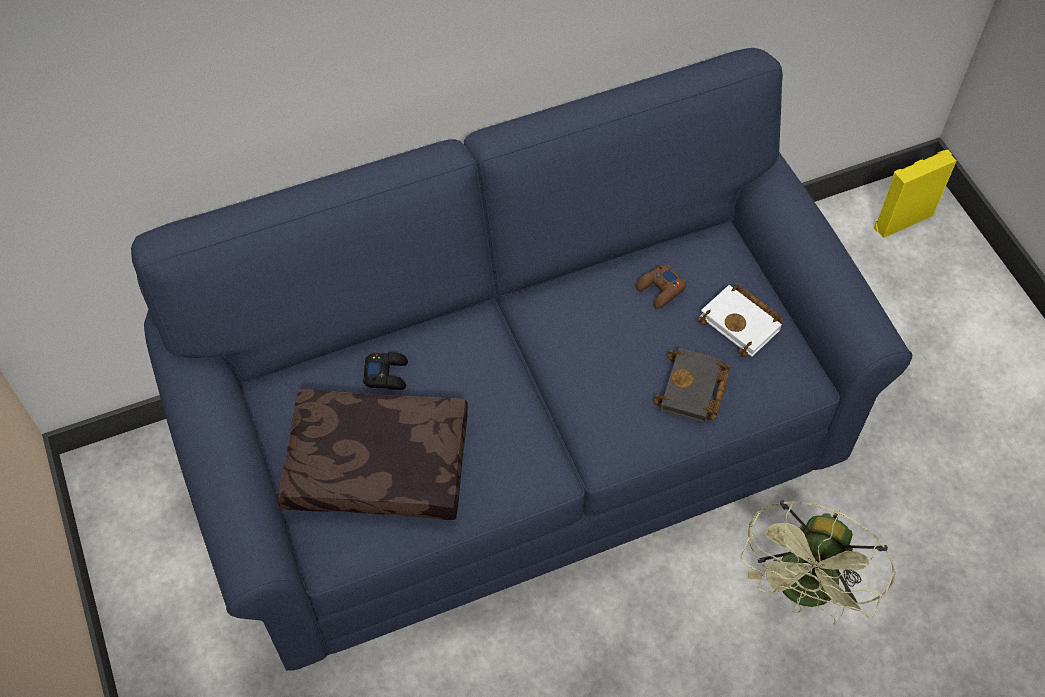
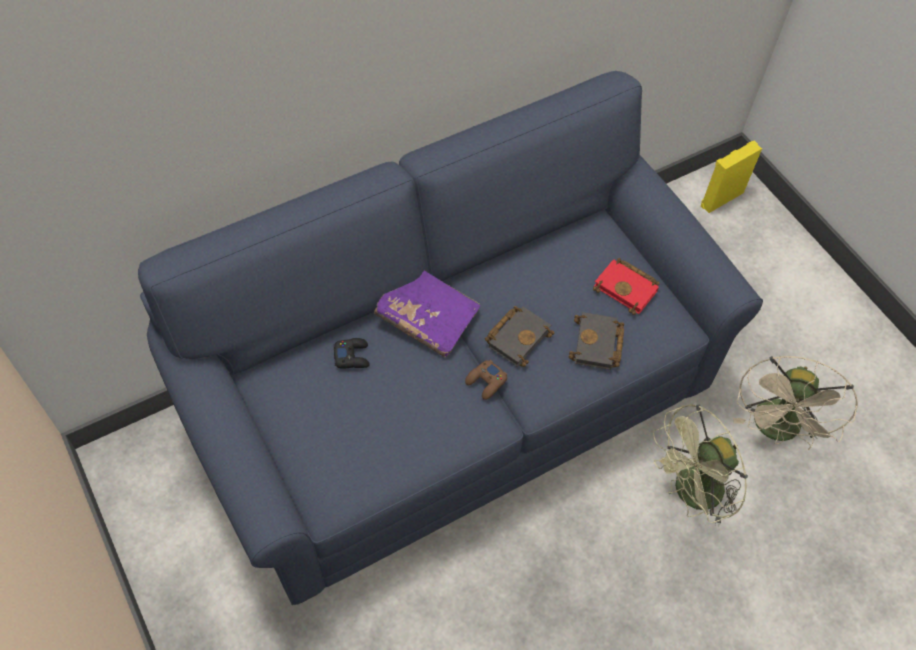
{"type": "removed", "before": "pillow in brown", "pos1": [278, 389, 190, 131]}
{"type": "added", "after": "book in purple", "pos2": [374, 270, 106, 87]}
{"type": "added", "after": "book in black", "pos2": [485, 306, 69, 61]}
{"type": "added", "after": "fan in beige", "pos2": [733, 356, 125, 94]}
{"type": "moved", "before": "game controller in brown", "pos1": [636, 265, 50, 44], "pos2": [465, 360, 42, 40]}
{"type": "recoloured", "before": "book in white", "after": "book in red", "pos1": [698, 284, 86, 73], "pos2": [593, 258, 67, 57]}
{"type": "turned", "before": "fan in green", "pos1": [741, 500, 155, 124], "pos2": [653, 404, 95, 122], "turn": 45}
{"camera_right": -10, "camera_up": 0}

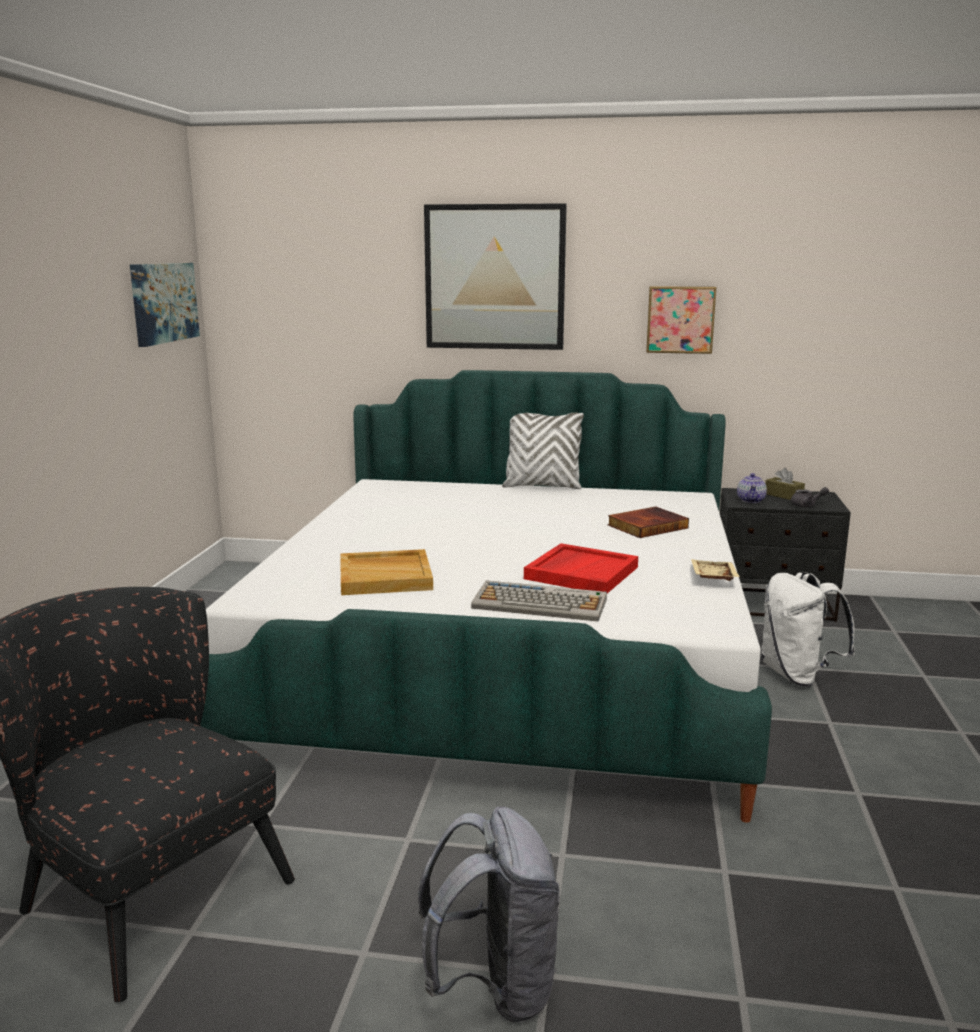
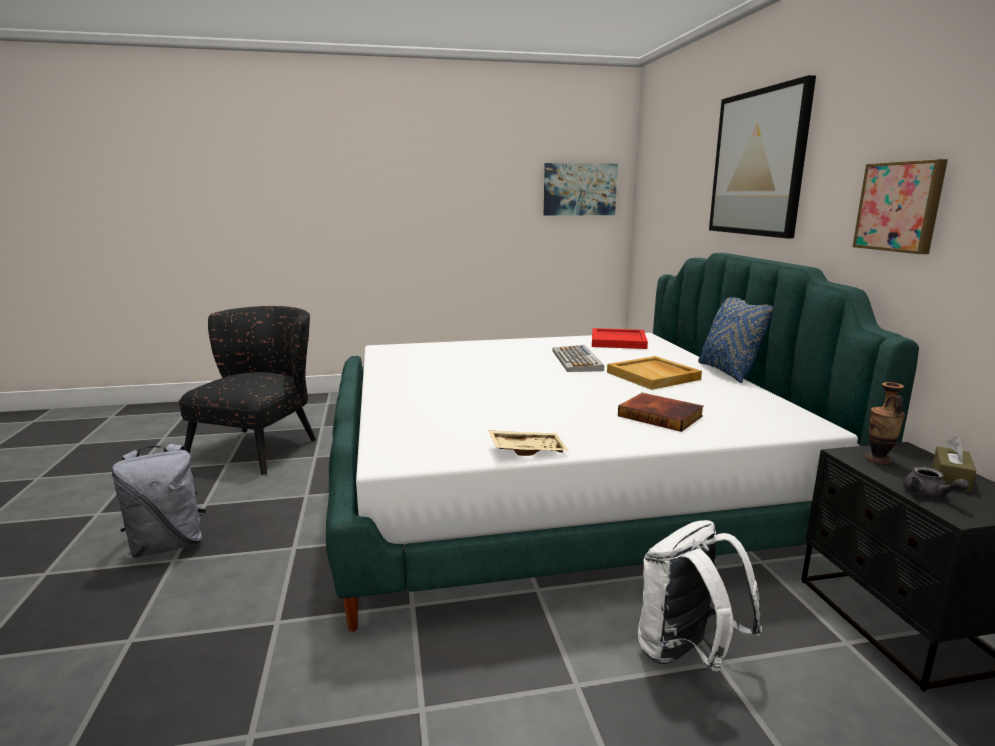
{"type": "moved", "before": "tray in beige", "pos1": [341, 549, 92, 46], "pos2": [607, 356, 95, 34]}
{"type": "moved", "before": "keyboard", "pos1": [471, 580, 136, 42], "pos2": [552, 345, 52, 27]}
{"type": "moved", "before": "tray in red", "pos1": [524, 543, 114, 50], "pos2": [592, 328, 56, 21]}
{"type": "replaced", "before": "teapot", "after": "vase", "pos1": [737, 473, 30, 30], "pos2": [866, 382, 39, 82]}
{"type": "recoloured", "before": "pillow in white", "after": "pillow in blue", "pos1": [502, 413, 82, 76], "pos2": [698, 297, 75, 86]}
{"camera_right": 70, "camera_up": 0}

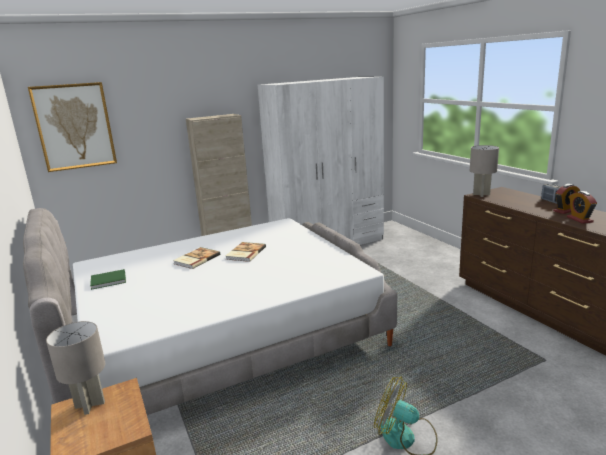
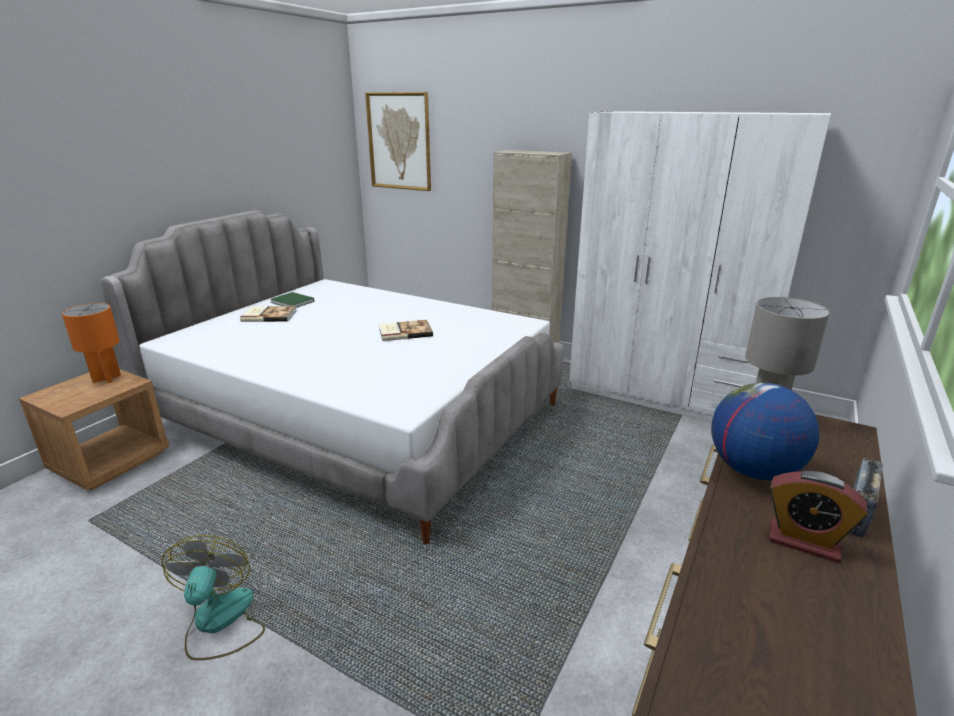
{"type": "removed", "before": "alarm clock", "pos1": [567, 191, 30, 33]}
{"type": "added", "after": "globe", "pos2": [711, 383, 108, 97]}
{"type": "moved", "before": "book", "pos1": [173, 247, 47, 22], "pos2": [240, 306, 57, 16]}
{"type": "recoloured", "before": "table lamp in grey", "after": "table lamp in orange", "pos1": [46, 321, 59, 94], "pos2": [62, 303, 59, 80]}
{"camera_right": 55, "camera_up": 5}

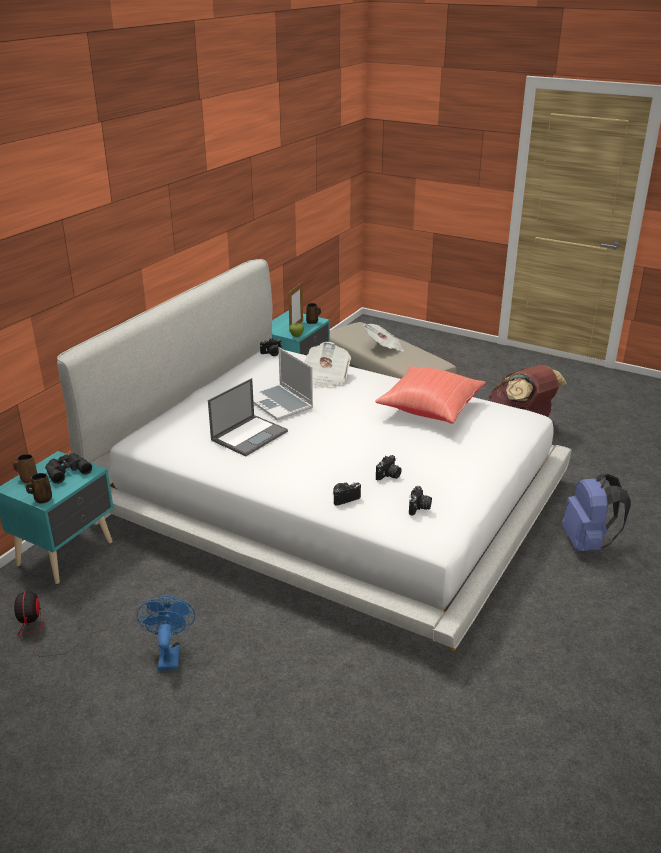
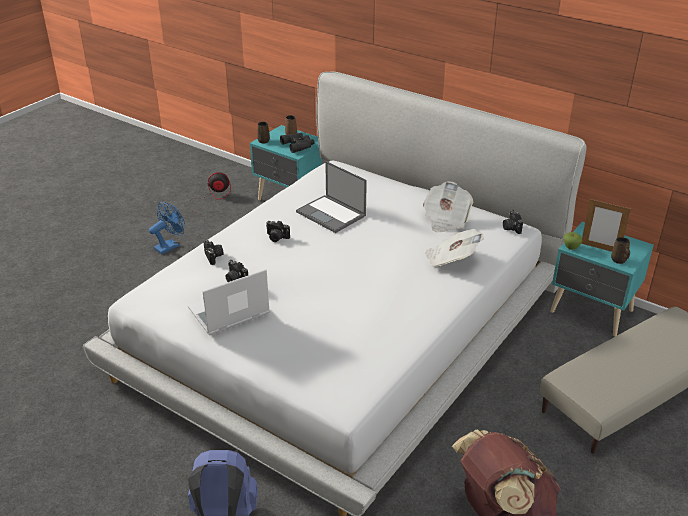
{"type": "removed", "before": "pillow in red", "pos1": [375, 366, 111, 58]}
{"type": "moved", "before": "laptop", "pos1": [253, 347, 60, 73], "pos2": [188, 269, 82, 66]}
{"type": "moved", "before": "newspaper", "pos1": [363, 324, 41, 27], "pos2": [423, 181, 50, 51]}
{"type": "moved", "before": "photo camera", "pos1": [409, 486, 23, 30], "pos2": [266, 221, 24, 21]}
{"type": "turned", "before": "fan in blue", "pos1": [137, 595, 58, 76], "pos2": [149, 202, 36, 52], "turn": -45}
{"camera_right": 95, "camera_up": 5}

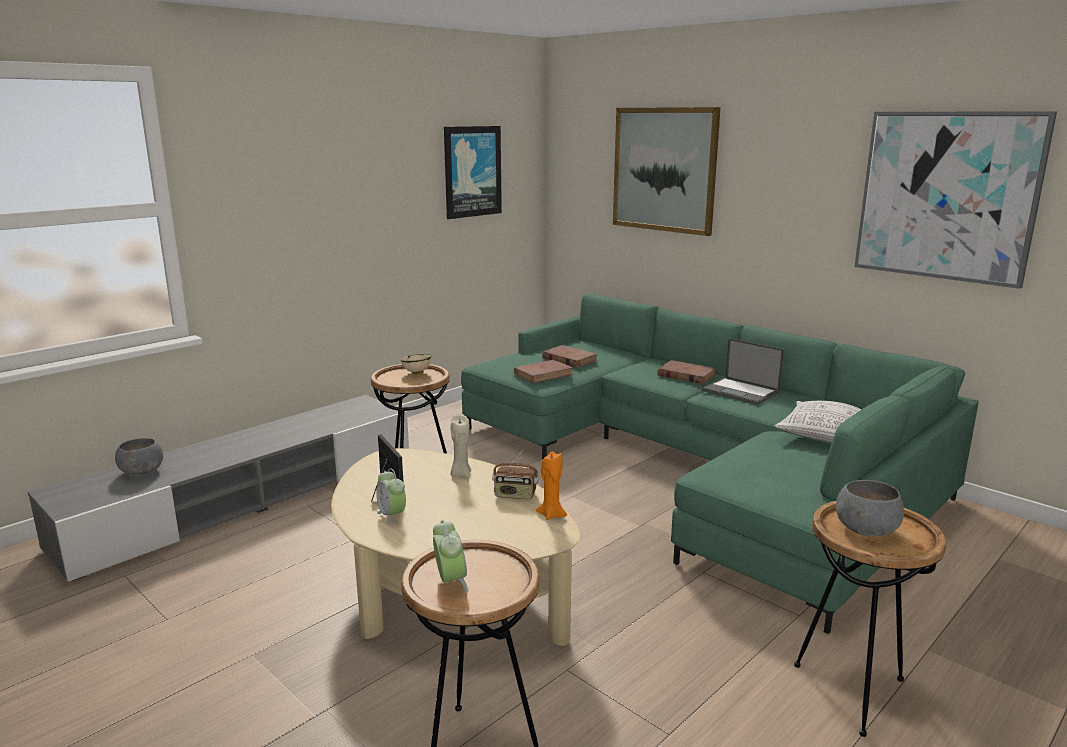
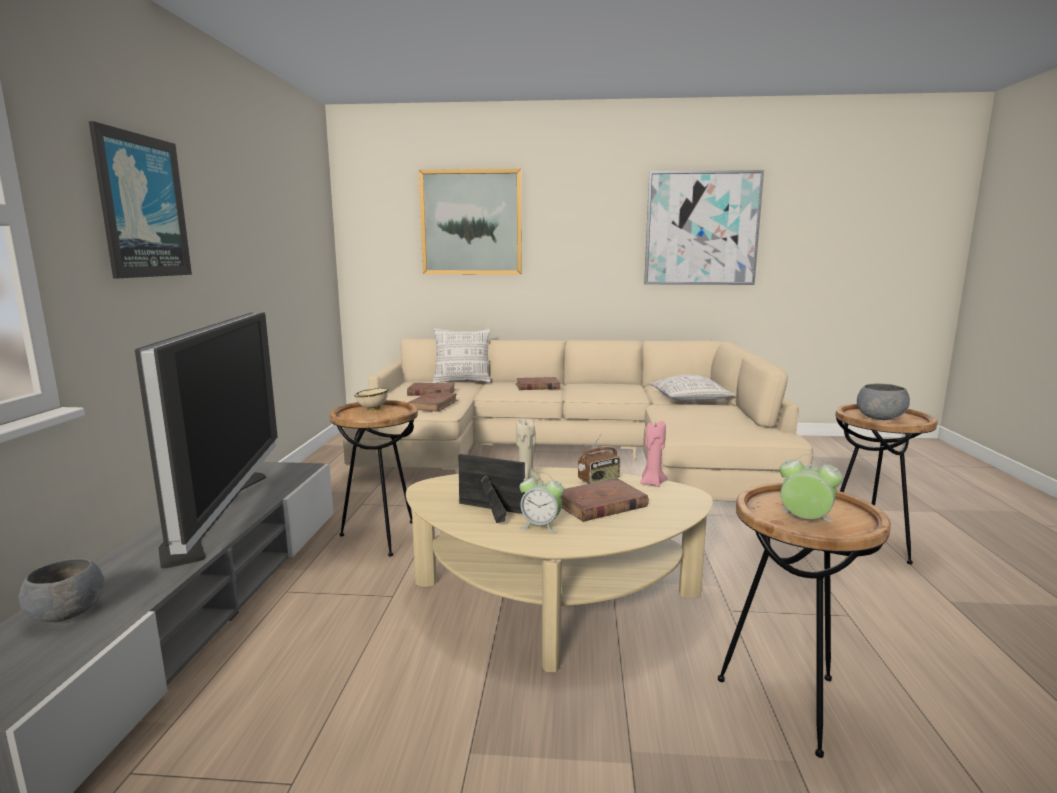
{"type": "removed", "before": "laptop", "pos1": [702, 338, 82, 67]}
{"type": "added", "after": "television", "pos2": [135, 312, 143, 257]}
{"type": "added", "after": "pillow", "pos2": [433, 328, 58, 55]}
{"type": "added", "after": "book in brown", "pos2": [561, 478, 88, 44]}
{"type": "moved", "before": "picture", "pos1": [444, 126, 58, 93], "pos2": [89, 121, 103, 157]}
{"type": "recoloured", "before": "sofa in green", "after": "sofa in beige", "pos1": [461, 293, 518, 341], "pos2": [342, 338, 471, 163]}
{"type": "recoloured", "before": "candle in orange", "after": "candle in pink", "pos1": [535, 452, 32, 68], "pos2": [640, 421, 28, 66]}
{"camera_right": -40, "camera_up": -5}

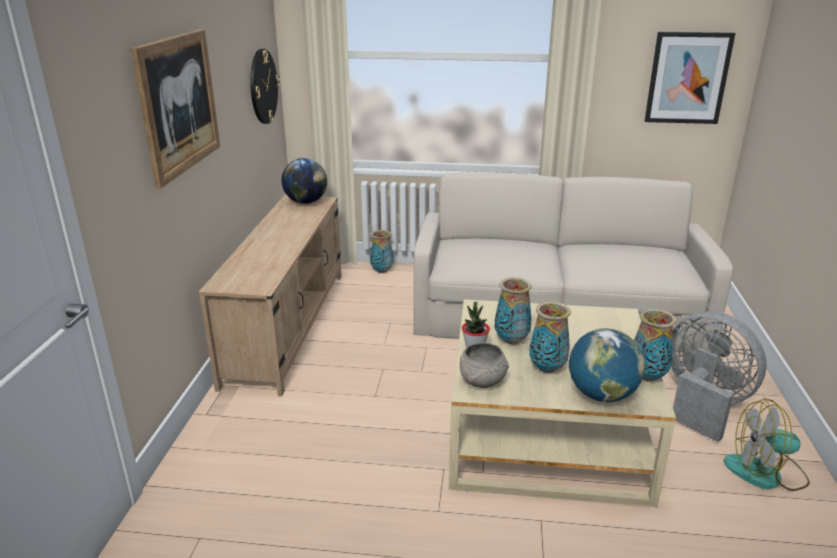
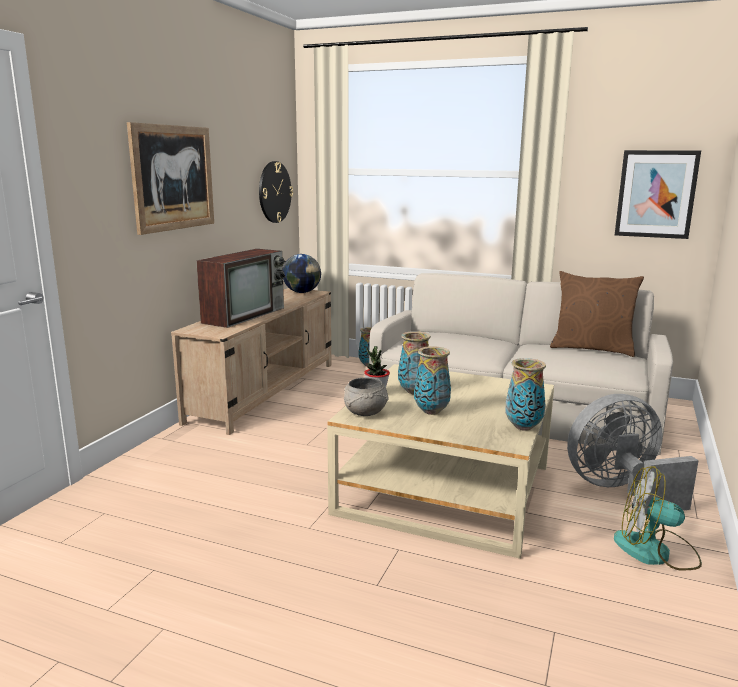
{"type": "removed", "before": "globe", "pos1": [569, 328, 76, 74]}
{"type": "added", "after": "television", "pos2": [196, 249, 90, 79]}
{"type": "added", "after": "pillow in brown", "pos2": [550, 271, 94, 86]}
{"type": "turned", "before": "fan in grey", "pos1": [671, 311, 96, 131], "pos2": [567, 394, 132, 120], "turn": -75}
{"camera_right": 15, "camera_up": -10}

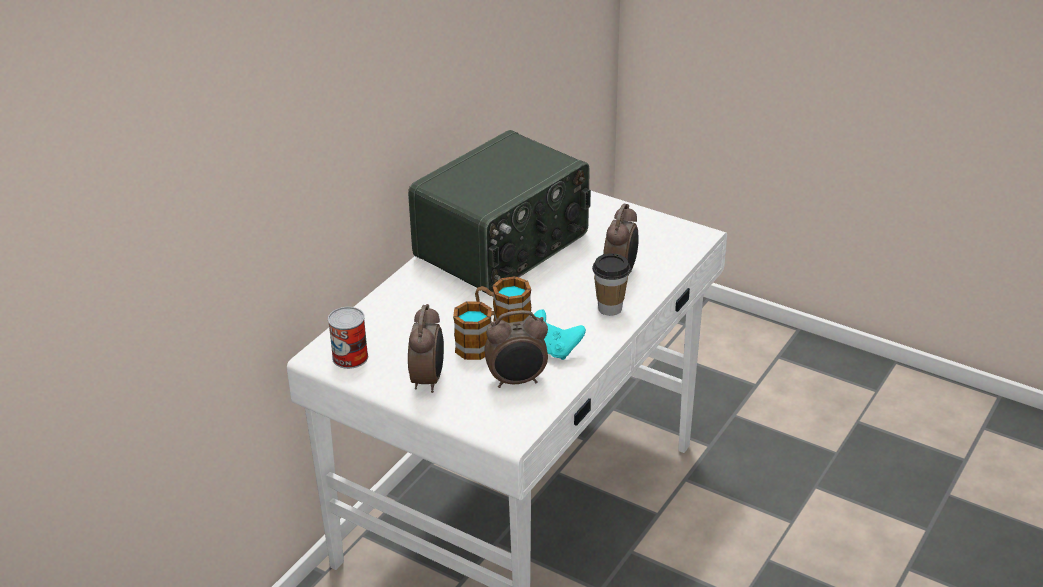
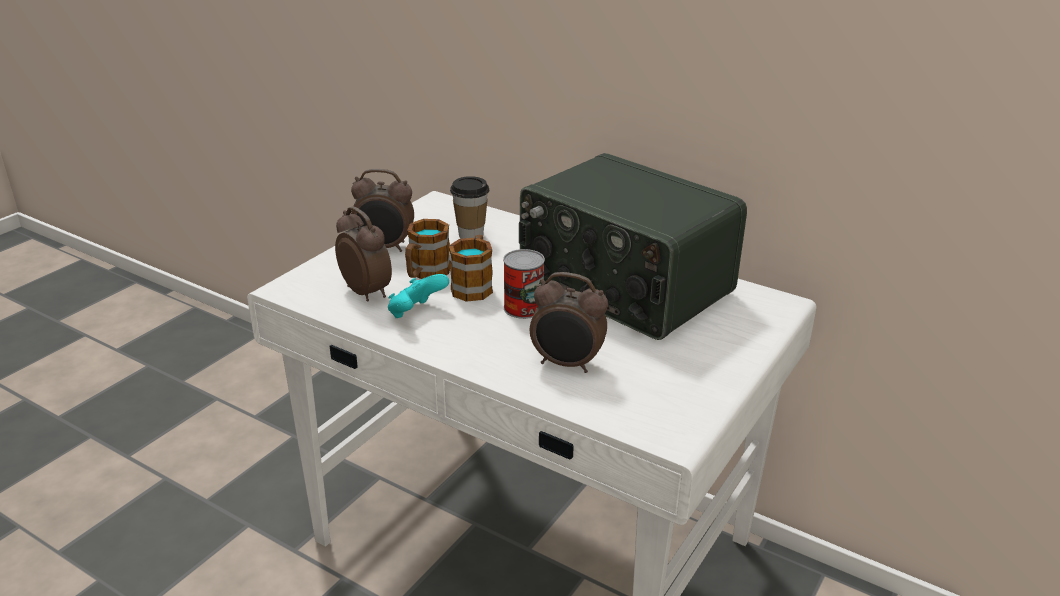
{"type": "moved", "before": "can", "pos1": [328, 307, 40, 62], "pos2": [503, 249, 42, 70]}
{"type": "moved", "before": "cup", "pos1": [592, 253, 39, 63], "pos2": [450, 176, 39, 63]}
{"type": "turned", "before": "alarm clock", "pos1": [485, 310, 63, 78], "pos2": [335, 207, 57, 94], "turn": 150}
{"camera_right": 90, "camera_up": -5}

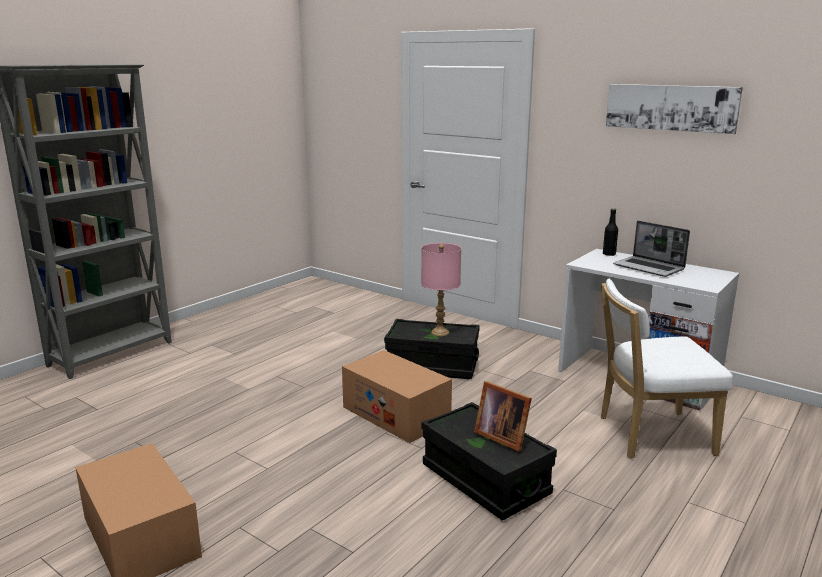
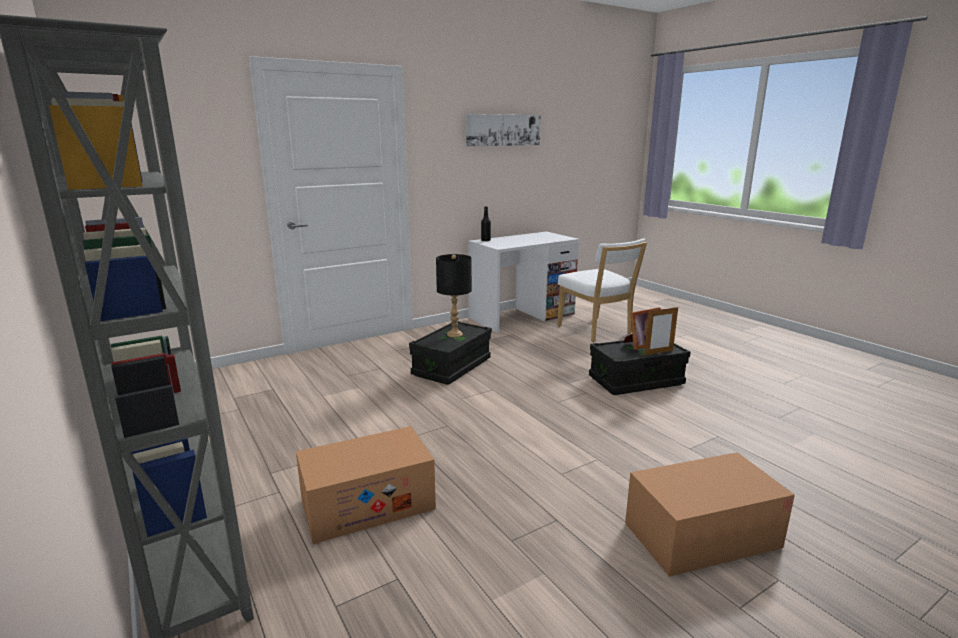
{"type": "removed", "before": "laptop", "pos1": [613, 221, 77, 56]}
{"type": "added", "after": "picture frame", "pos2": [644, 307, 34, 48]}
{"type": "moved", "before": "cardboard box", "pos1": [342, 350, 110, 93], "pos2": [296, 426, 140, 118]}
{"type": "recoloured", "before": "table lamp in pink", "after": "table lamp in black", "pos1": [421, 243, 40, 93], "pos2": [436, 254, 36, 83]}
{"type": "turned", "before": "chair in white", "pos1": [601, 279, 132, 180], "pos2": [557, 239, 90, 103], "turn": -45}
{"camera_right": -70, "camera_up": 0}

